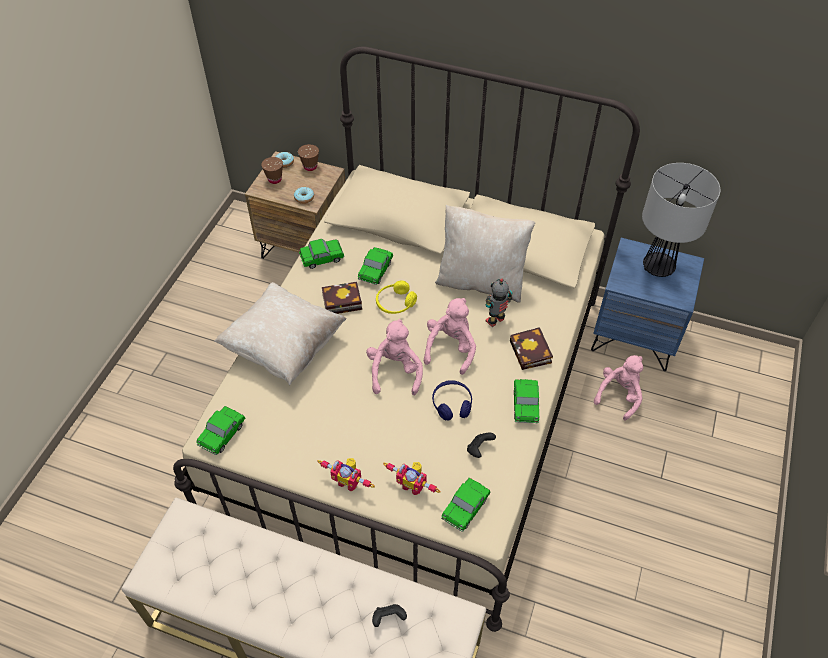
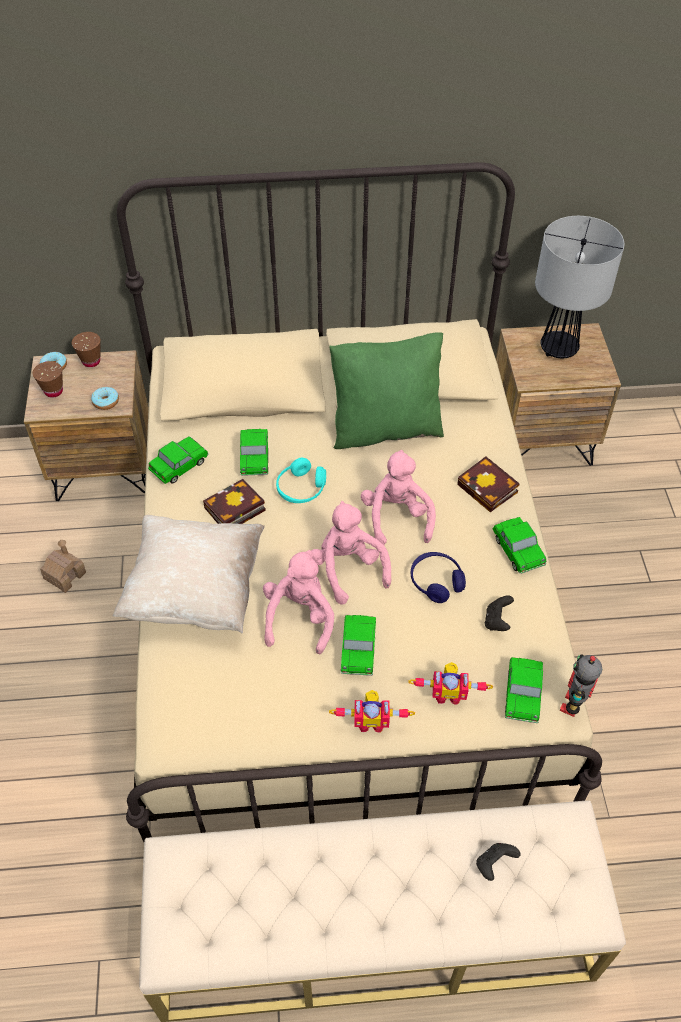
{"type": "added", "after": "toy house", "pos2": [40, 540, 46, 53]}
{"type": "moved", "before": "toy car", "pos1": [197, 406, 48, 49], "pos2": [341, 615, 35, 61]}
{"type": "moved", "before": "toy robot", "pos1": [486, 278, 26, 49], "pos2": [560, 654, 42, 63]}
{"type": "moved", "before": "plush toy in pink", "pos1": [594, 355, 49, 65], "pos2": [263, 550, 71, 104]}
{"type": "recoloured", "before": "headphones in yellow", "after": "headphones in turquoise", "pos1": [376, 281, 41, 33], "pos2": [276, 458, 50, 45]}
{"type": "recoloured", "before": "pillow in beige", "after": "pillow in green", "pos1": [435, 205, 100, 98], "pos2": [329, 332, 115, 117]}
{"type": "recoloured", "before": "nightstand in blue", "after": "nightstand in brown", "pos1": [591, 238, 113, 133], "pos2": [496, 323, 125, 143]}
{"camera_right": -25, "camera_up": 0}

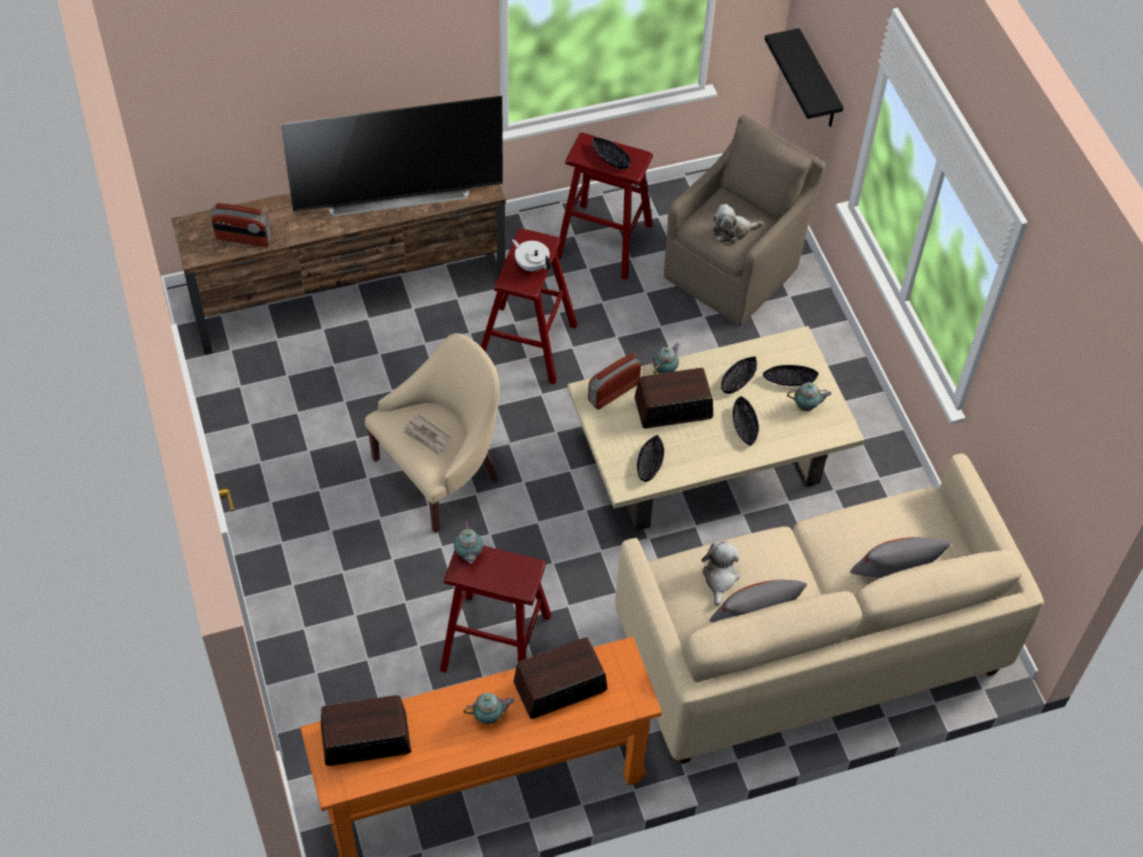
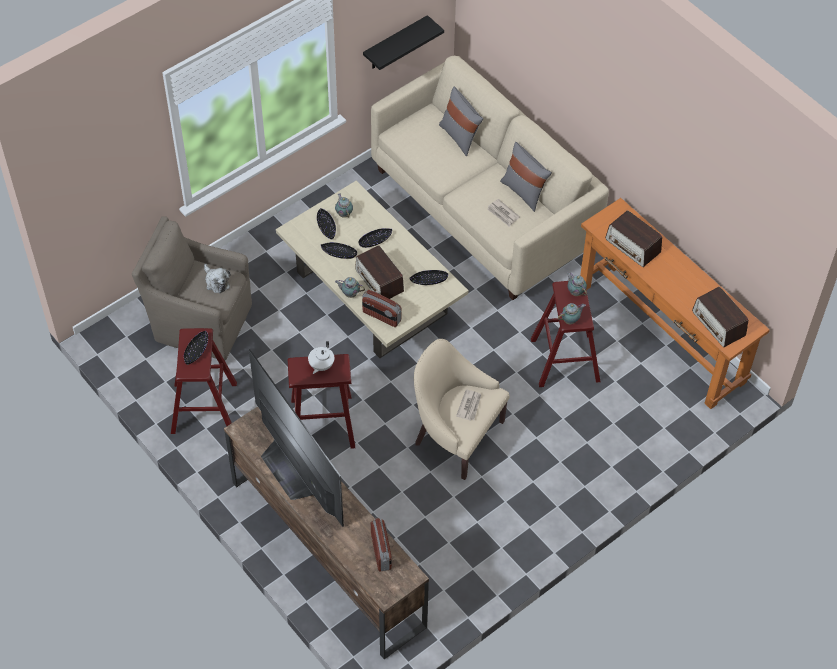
{"type": "moved", "before": "teapot", "pos1": [463, 693, 52, 32], "pos2": [567, 272, 20, 24]}
{"type": "moved", "before": "shelf in black", "pos1": [764, 28, 80, 99], "pos2": [363, 15, 81, 55]}
{"type": "replaced", "before": "plush toy", "after": "newspaper", "pos1": [701, 541, 39, 65], "pos2": [487, 199, 33, 28]}
{"camera_right": -110, "camera_up": 0}

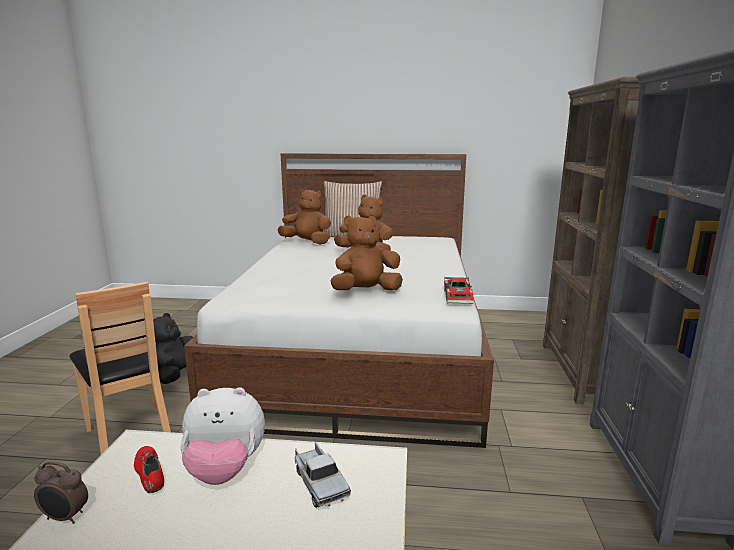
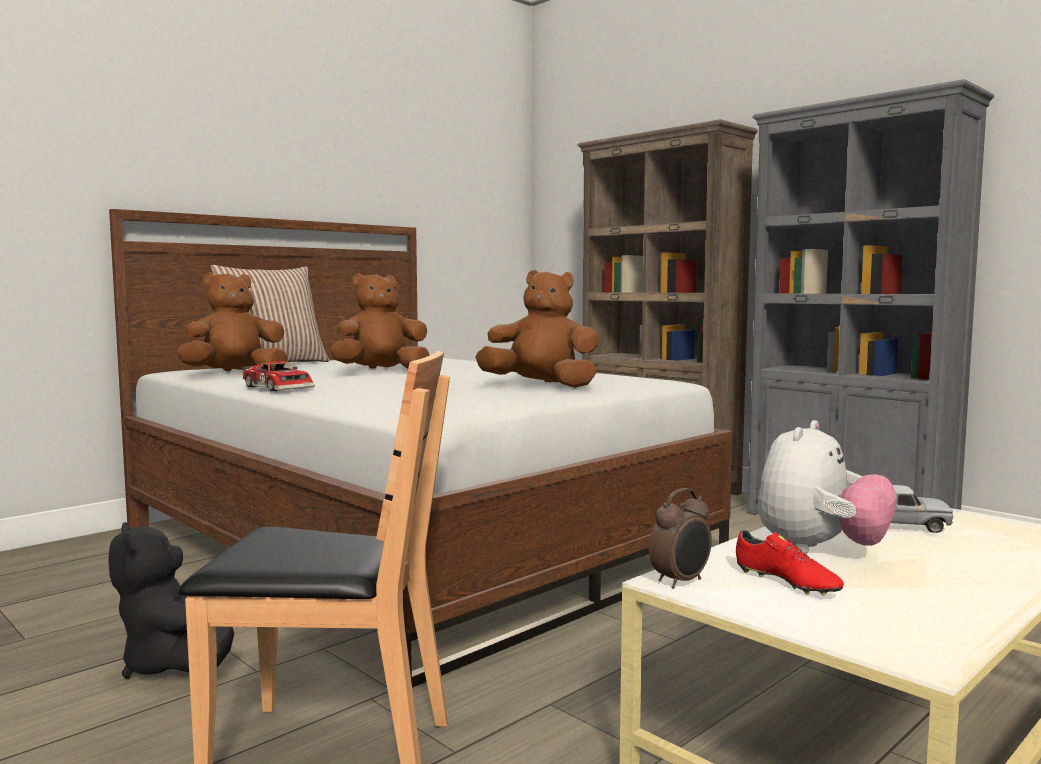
{"type": "moved", "before": "alarm clock", "pos1": [34, 461, 54, 63], "pos2": [649, 488, 63, 101]}
{"type": "moved", "before": "toy car", "pos1": [444, 276, 30, 28], "pos2": [241, 361, 74, 31]}
{"type": "turned", "before": "shoe in red", "pos1": [134, 446, 30, 47], "pos2": [736, 530, 108, 65], "turn": -135}
{"type": "turned", "before": "plush toy in brown", "pos1": [330, 215, 73, 75], "pos2": [475, 270, 124, 118], "turn": 90}
{"camera_right": -50, "camera_up": -10}

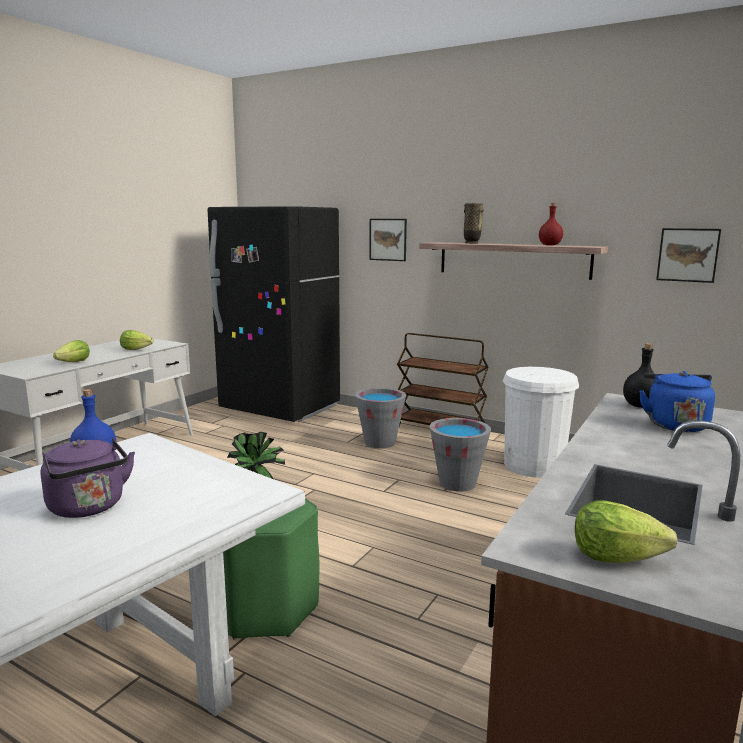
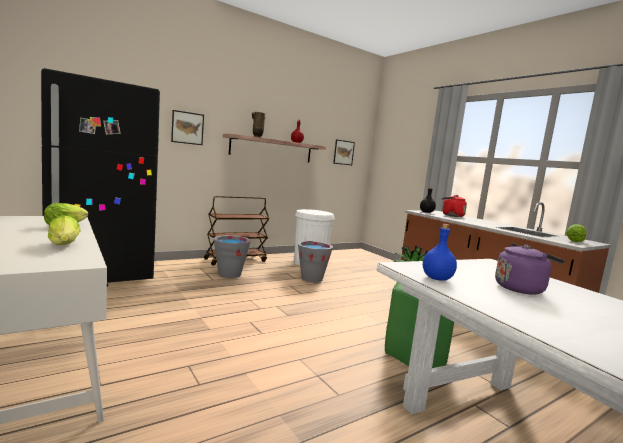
{"type": "recoloured", "before": "kettle in blue", "after": "kettle in red", "pos1": [639, 371, 76, 61], "pos2": [442, 195, 25, 22]}
{"camera_right": -65, "camera_up": -5}

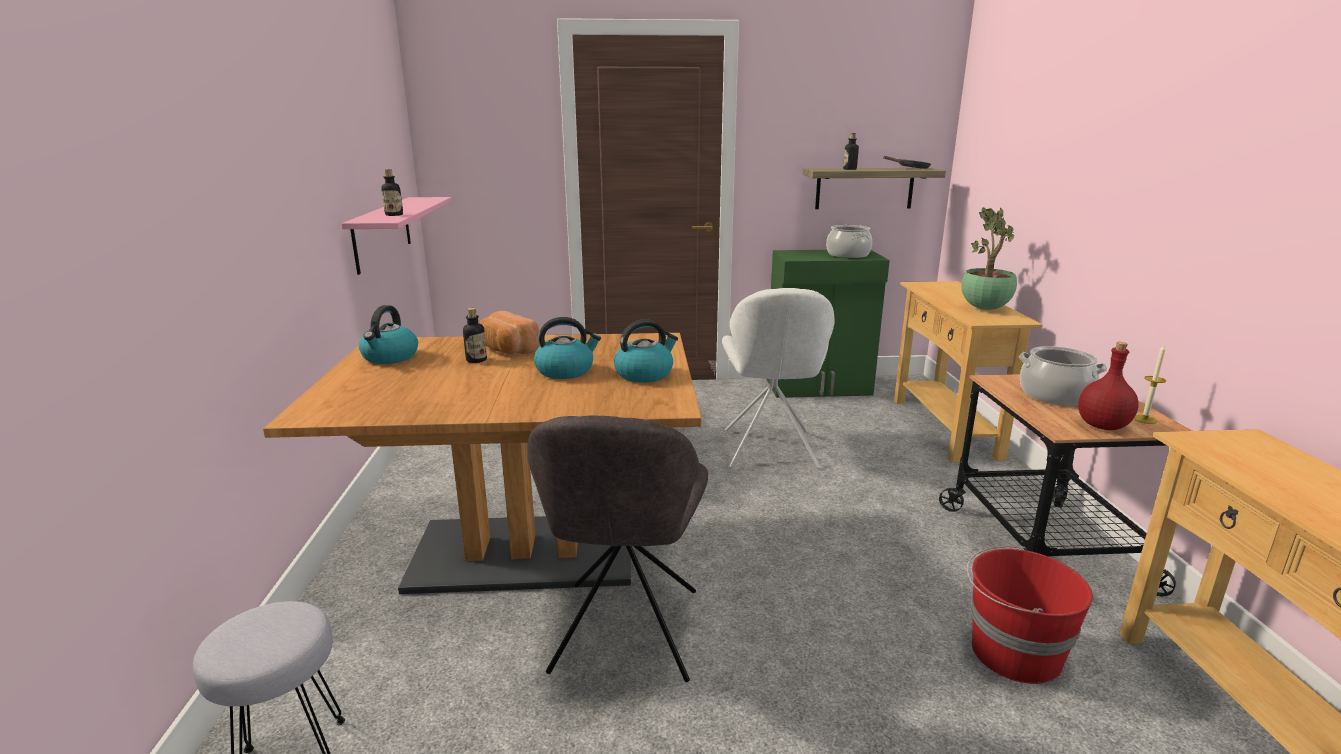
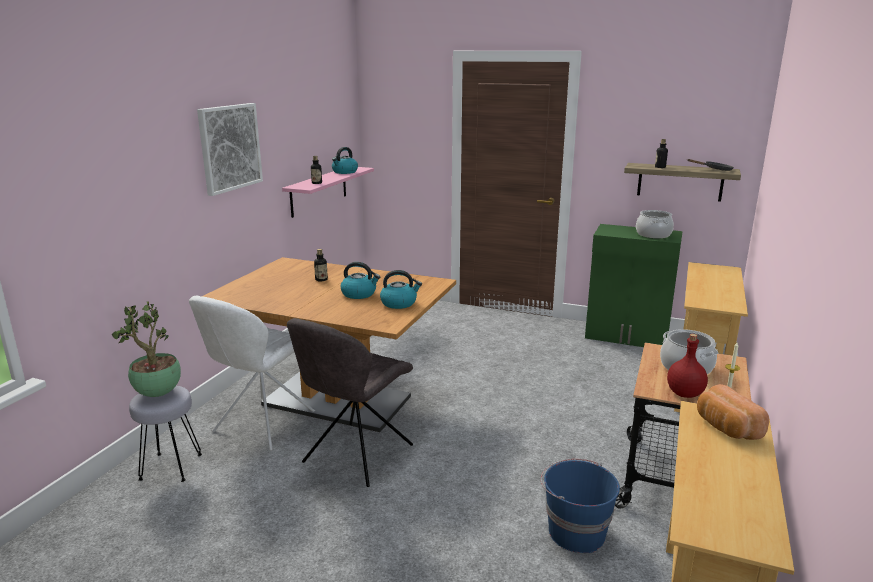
{"type": "added", "after": "picture", "pos2": [197, 103, 66, 93]}
{"type": "moved", "before": "kettle", "pos1": [359, 305, 59, 59], "pos2": [332, 147, 26, 27]}
{"type": "moved", "before": "bread", "pos1": [479, 311, 61, 43], "pos2": [697, 384, 72, 56]}
{"type": "moved", "before": "chair in white", "pos1": [722, 288, 113, 181], "pos2": [189, 296, 126, 155]}
{"type": "moved", "before": "potted plant", "pos1": [961, 208, 56, 102], "pos2": [112, 301, 69, 96]}
{"type": "recoloured", "before": "bucket in red", "after": "bucket in blue", "pos1": [967, 546, 126, 138], "pos2": [541, 459, 79, 94]}
{"camera_right": 25, "camera_up": 0}

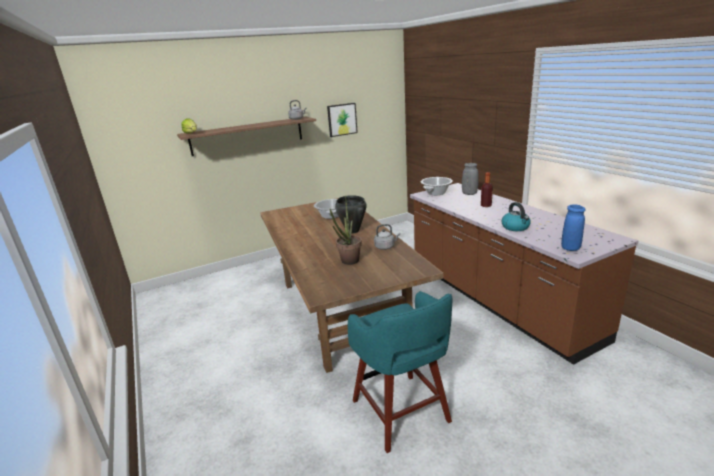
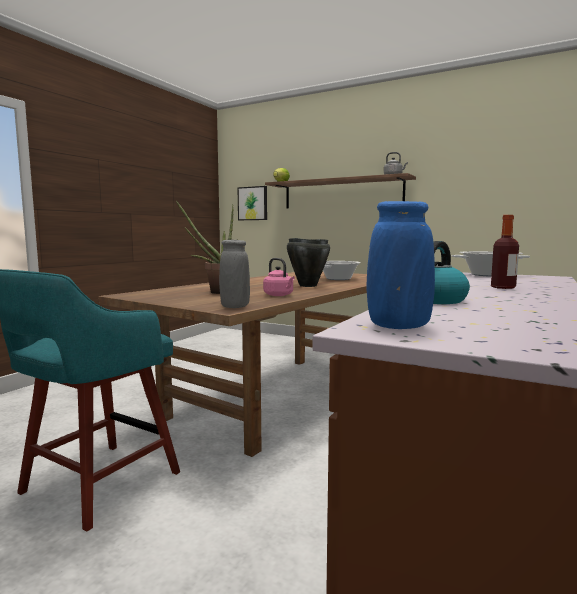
{"type": "moved", "before": "picture", "pos1": [327, 103, 31, 34], "pos2": [238, 186, 29, 34]}
{"type": "moved", "before": "vase in grey", "pos1": [462, 163, 17, 32], "pos2": [219, 240, 31, 68]}
{"type": "recoloured", "before": "kettle in grey", "after": "kettle in pink", "pos1": [374, 224, 26, 26], "pos2": [263, 258, 32, 38]}
{"camera_right": 55, "camera_up": -15}

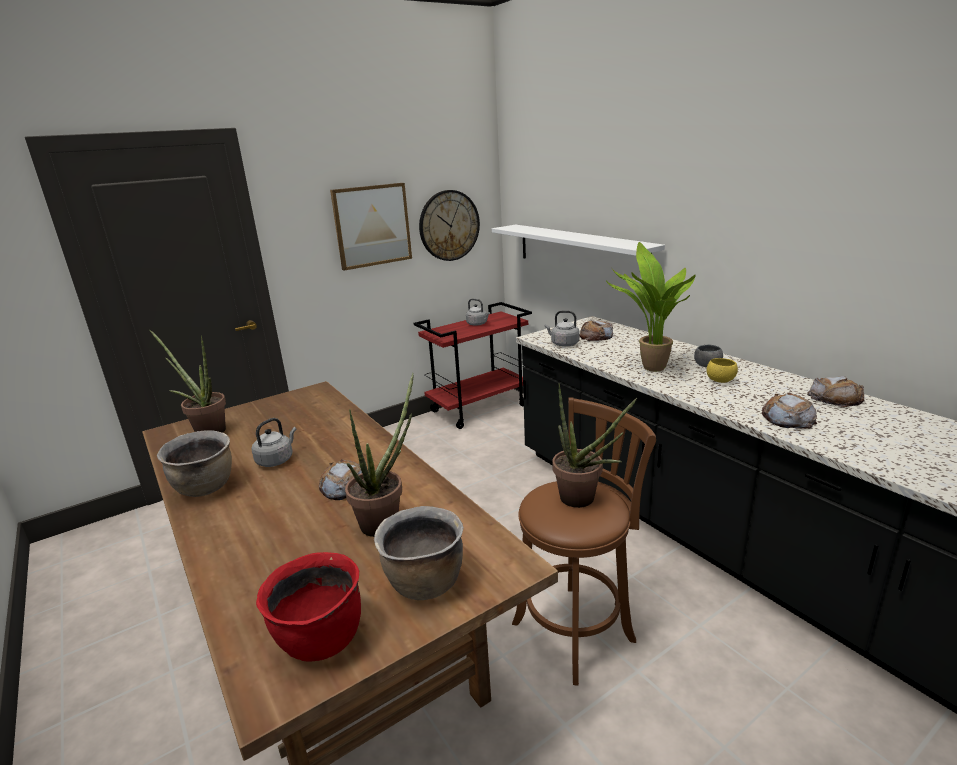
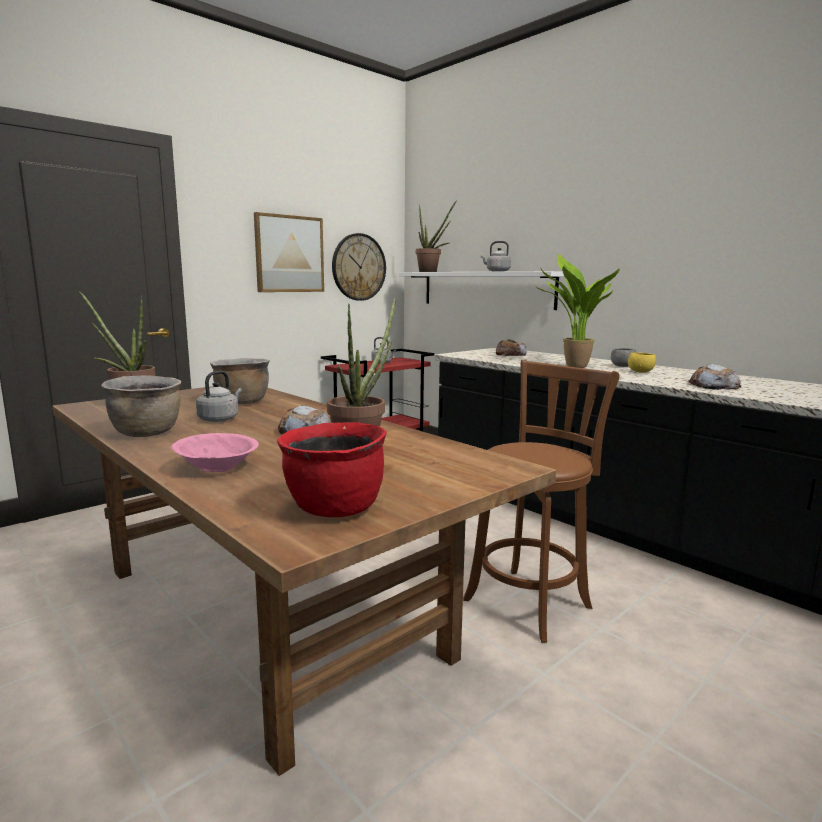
{"type": "removed", "before": "bread", "pos1": [807, 376, 57, 31]}
{"type": "added", "after": "bowl in pink", "pos2": [171, 433, 88, 39]}
{"type": "moved", "before": "cooking pot in brown", "pos1": [374, 506, 90, 94], "pos2": [210, 358, 59, 46]}
{"type": "moved", "before": "kettle in grey", "pos1": [545, 310, 35, 36], "pos2": [481, 241, 30, 31]}
{"type": "moved", "before": "potted plant", "pos1": [552, 383, 86, 125], "pos2": [416, 200, 41, 72]}
{"camera_right": -10, "camera_up": -10}

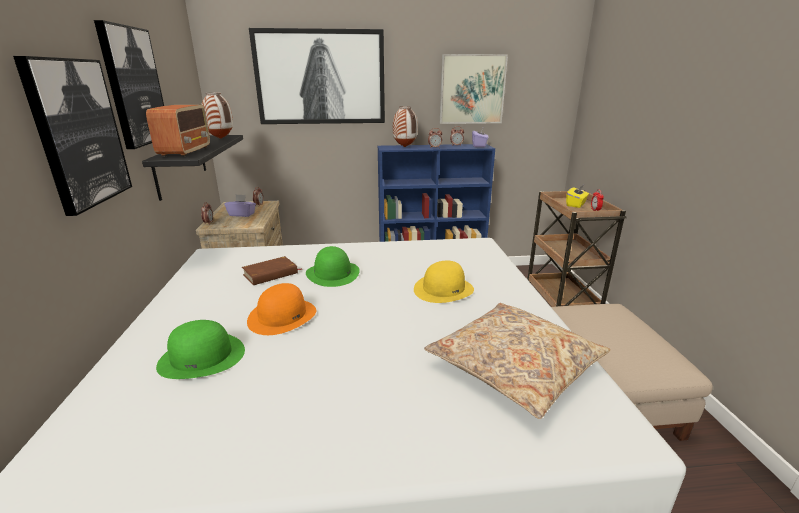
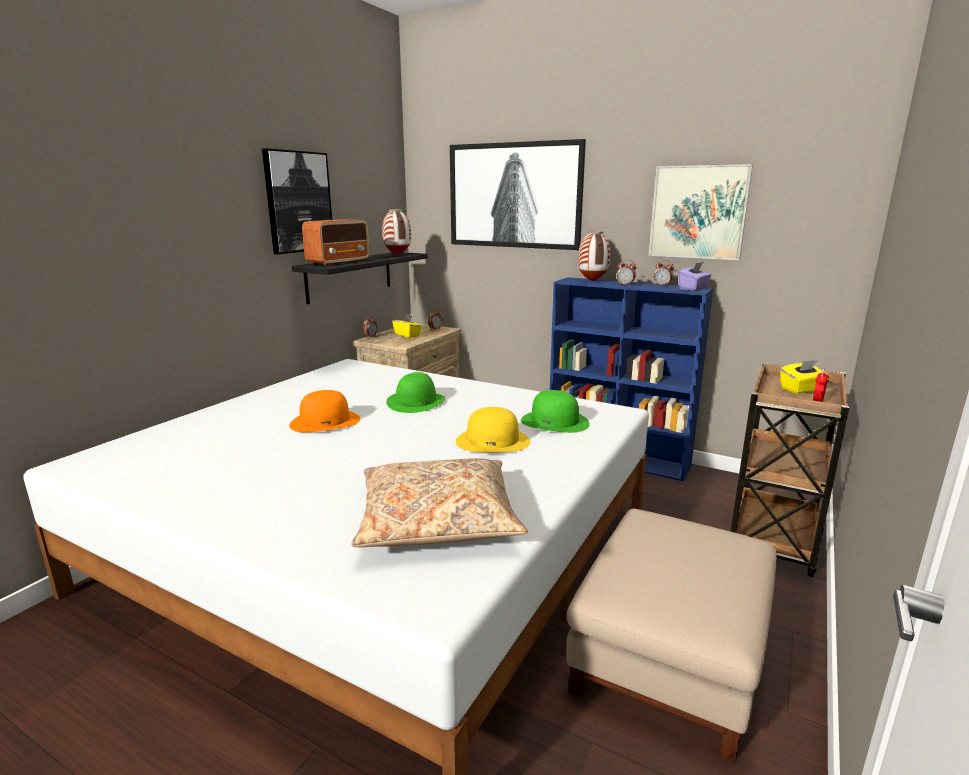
{"type": "removed", "before": "picture", "pos1": [13, 56, 119, 160]}
{"type": "removed", "before": "book in brown", "pos1": [242, 256, 59, 29]}
{"type": "moved", "before": "hat in green", "pos1": [156, 320, 89, 59], "pos2": [521, 390, 69, 43]}
{"type": "recoloured", "before": "tissue box in purple", "after": "tissue box in yellow", "pos1": [224, 194, 32, 23], "pos2": [392, 314, 30, 24]}
{"camera_right": 35, "camera_up": -5}

